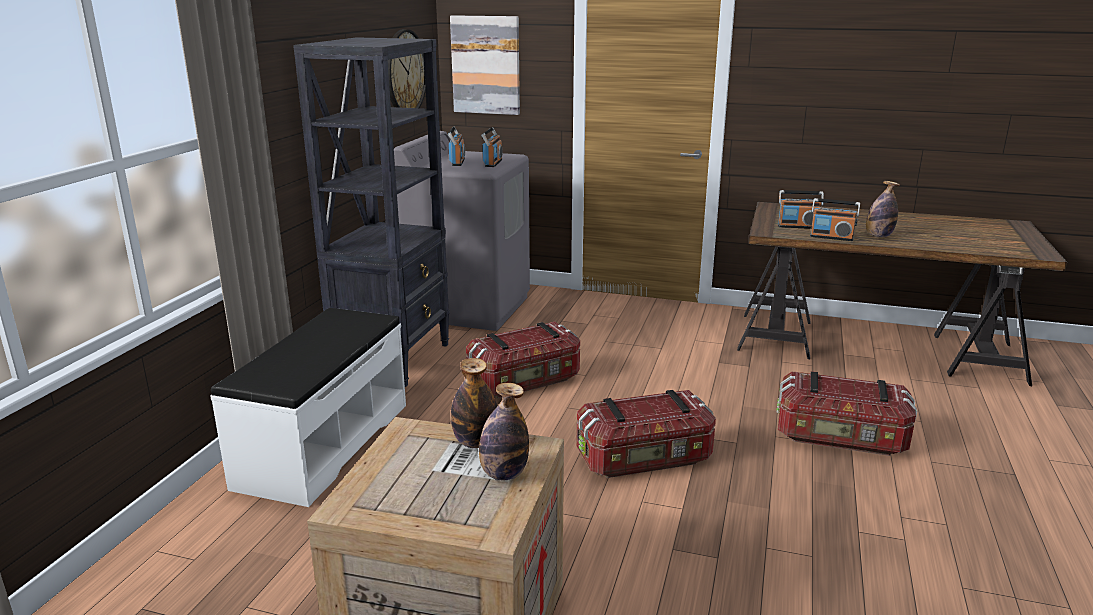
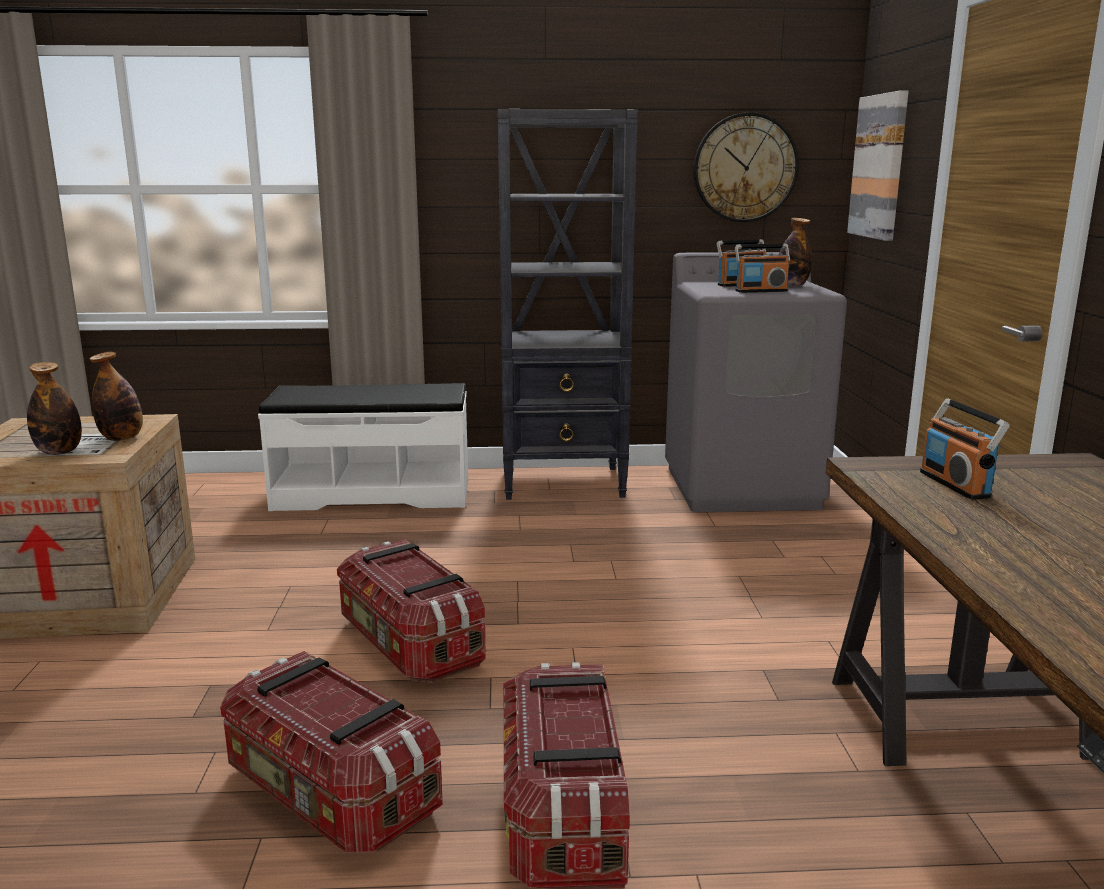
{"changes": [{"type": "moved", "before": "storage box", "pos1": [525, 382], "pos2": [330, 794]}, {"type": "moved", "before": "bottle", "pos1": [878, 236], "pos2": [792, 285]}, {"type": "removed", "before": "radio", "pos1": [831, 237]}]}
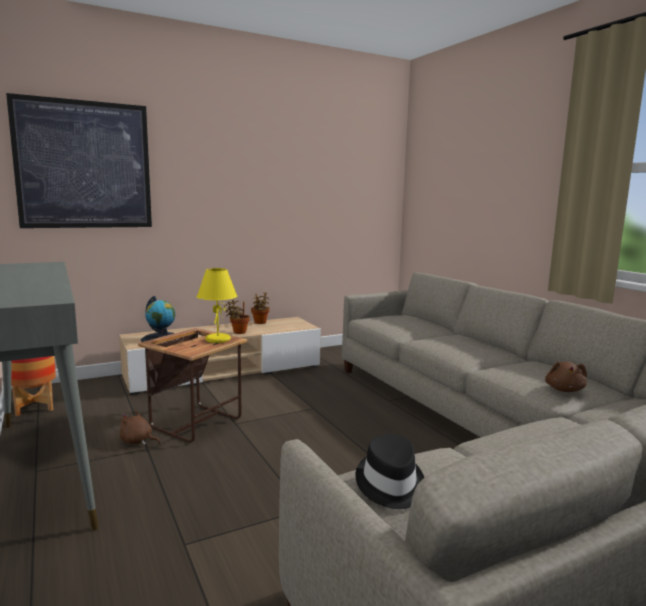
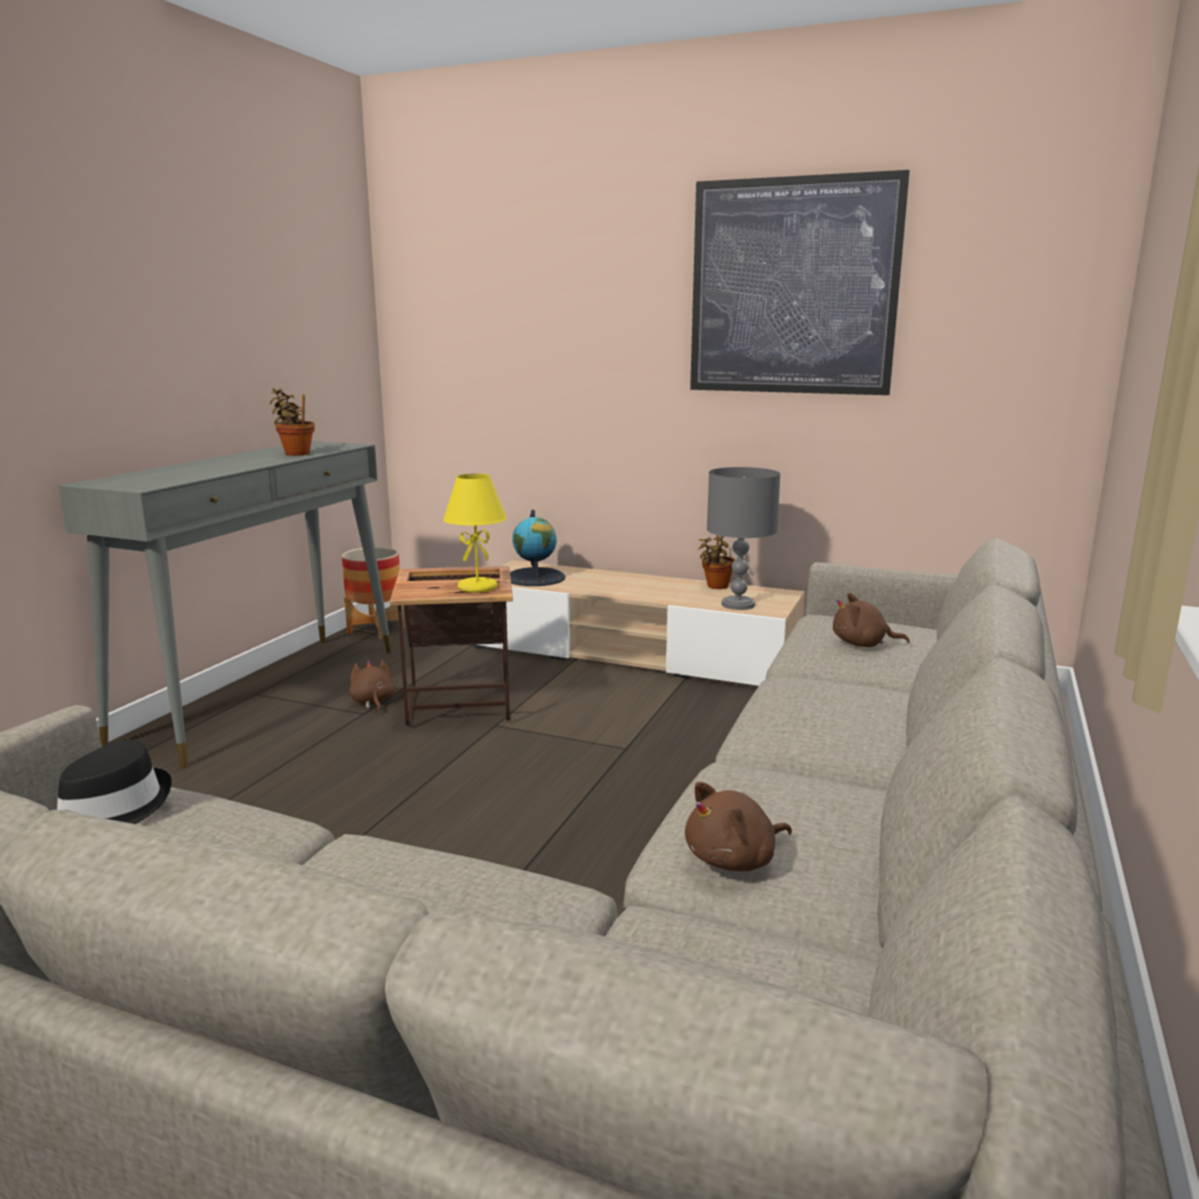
{"changes": [{"type": "moved", "before": "potted plant", "pos1": [238, 332], "pos2": [295, 453]}, {"type": "moved", "before": "picture", "pos1": [84, 165], "pos2": [792, 287]}, {"type": "added", "after": "table lamp/grey", "pos2": [738, 604]}, {"type": "added", "after": "plush toy/brown", "pos2": [863, 644]}]}
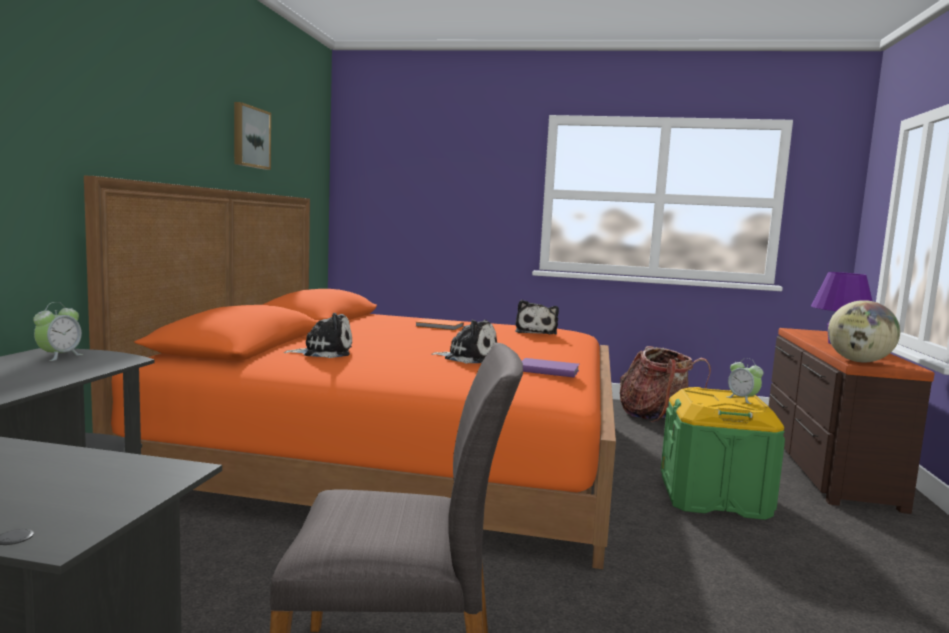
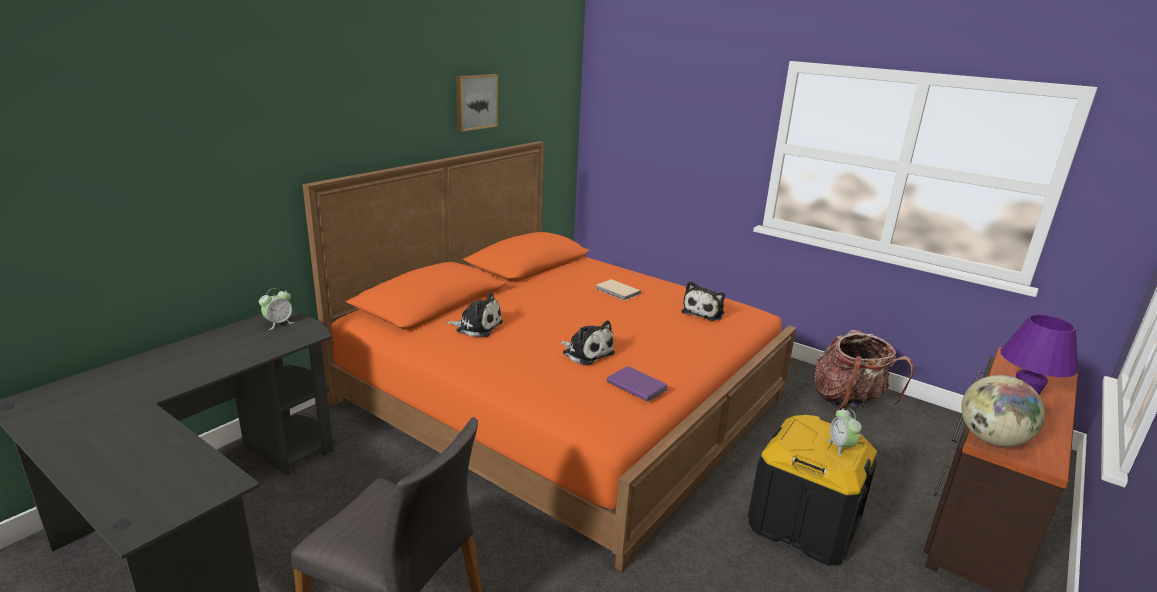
{"changes": [{"type": "recoloured", "before": "book/orange", "after": "book/beige", "pos1": [439, 326], "pos2": [617, 292]}, {"type": "recoloured", "before": "storage box/green", "after": "storage box/black", "pos1": [714, 497], "pos2": [803, 523]}]}
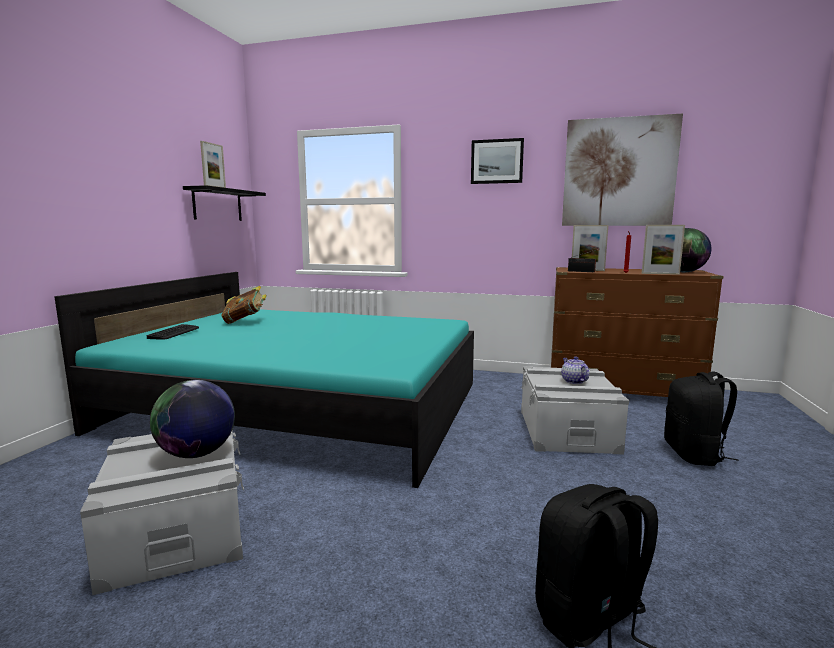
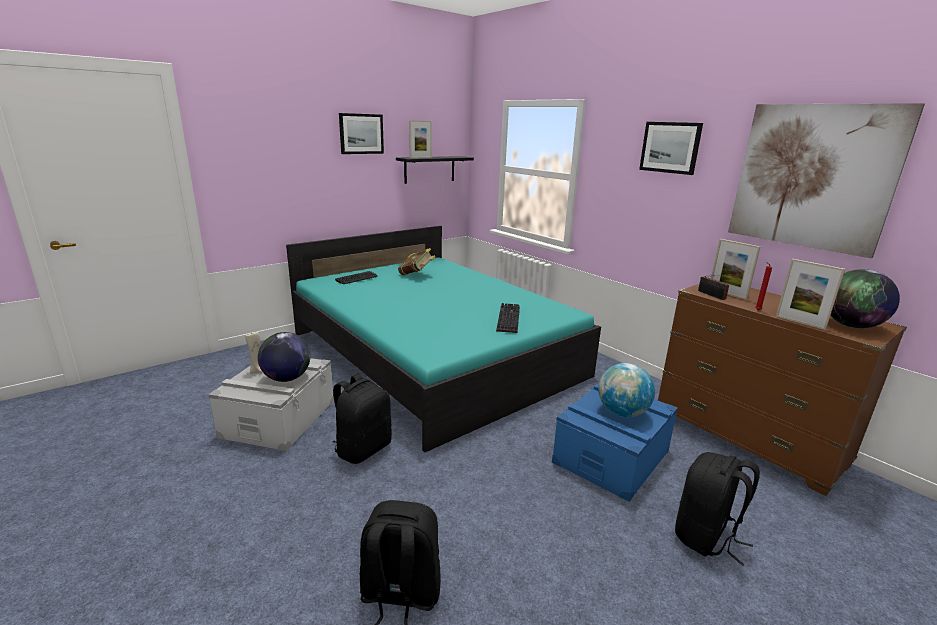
{"changes": [{"type": "added", "after": "candle/beige", "pos2": [257, 370]}, {"type": "added", "after": "backpack/black", "pos2": [363, 448]}, {"type": "added", "after": "picture", "pos2": [361, 134]}, {"type": "added", "after": "keyboard", "pos2": [507, 319]}, {"type": "recoloured", "before": "storage box/grey", "after": "storage box/blue", "pos1": [567, 430], "pos2": [611, 456]}, {"type": "replaced", "before": "teapot", "after": "globe", "pos1": [573, 381], "pos2": [622, 413]}]}
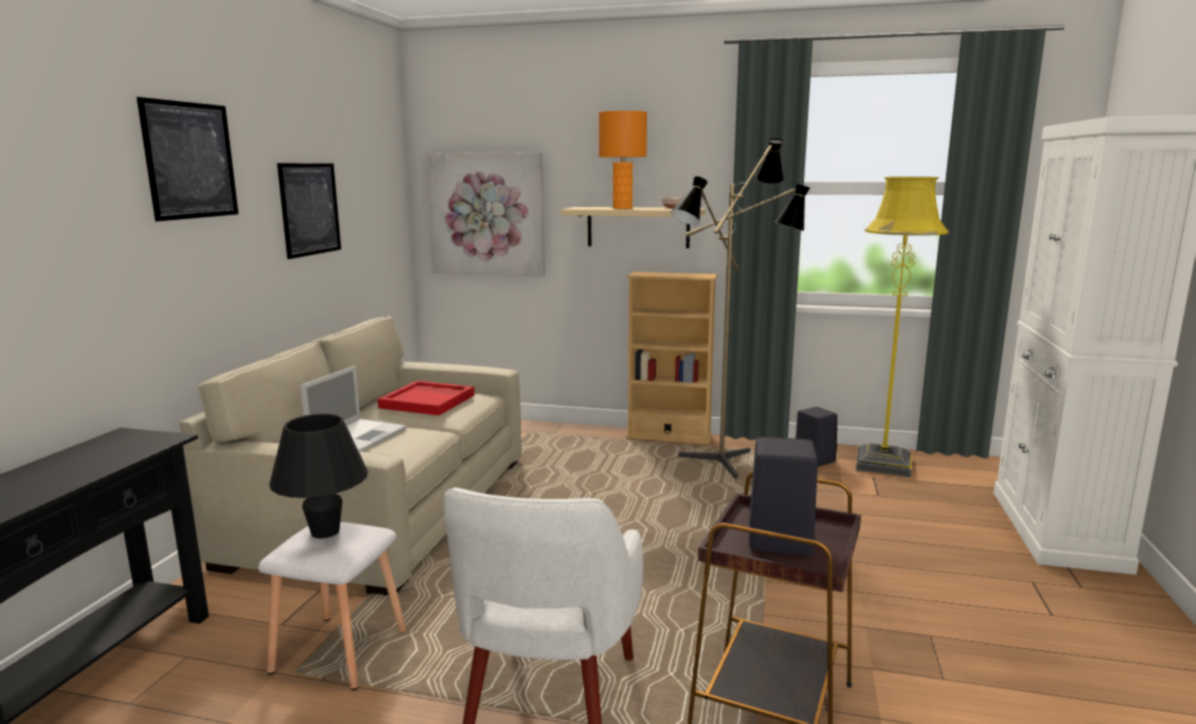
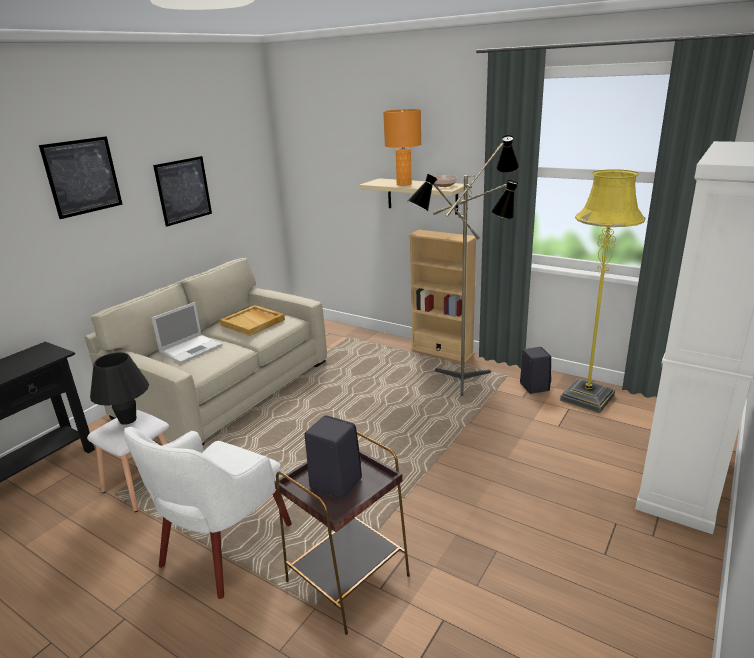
{"changes": [{"type": "recoloured", "before": "tray/red", "after": "tray/beige", "pos1": [428, 401], "pos2": [253, 322]}, {"type": "removed", "before": "picture", "pos1": [486, 214]}]}
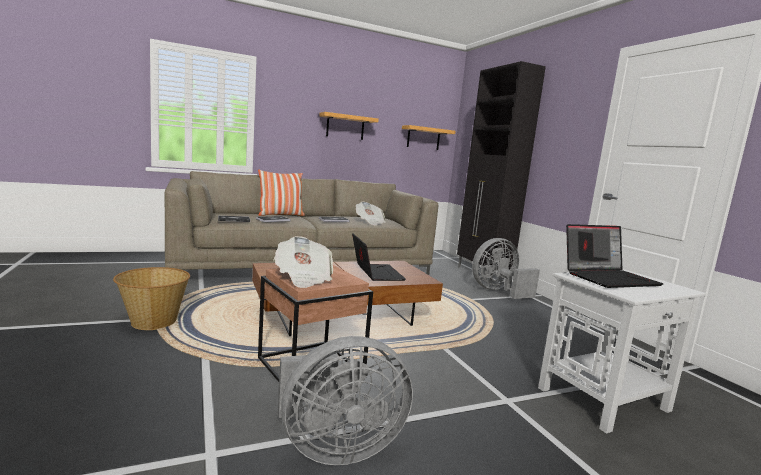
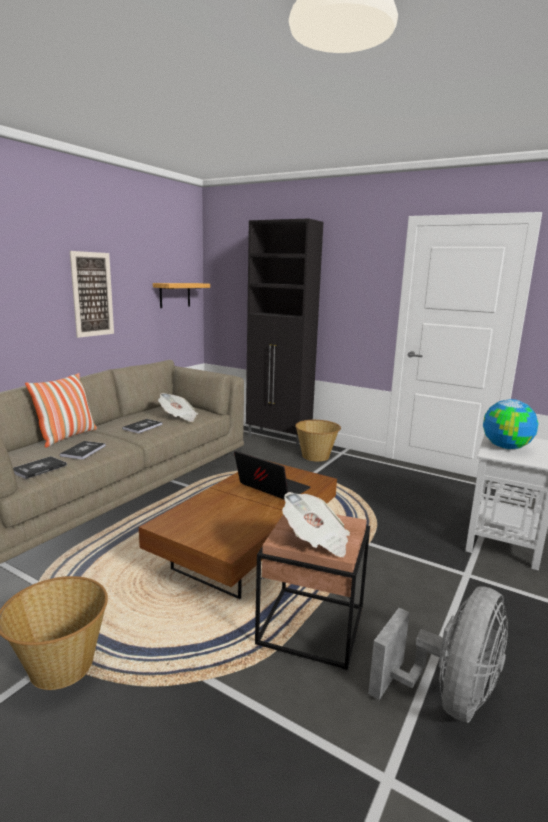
{"changes": [{"type": "replaced", "before": "shelf", "after": "picture", "pos1": [345, 127], "pos2": [92, 294]}, {"type": "replaced", "before": "fan/grey", "after": "basket", "pos1": [498, 291], "pos2": [316, 456]}, {"type": "replaced", "before": "laptop", "after": "globe", "pos1": [609, 278], "pos2": [505, 447]}]}
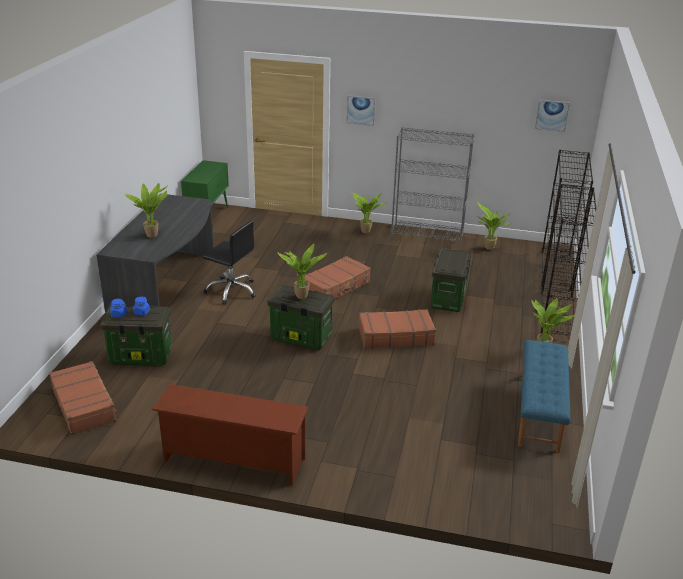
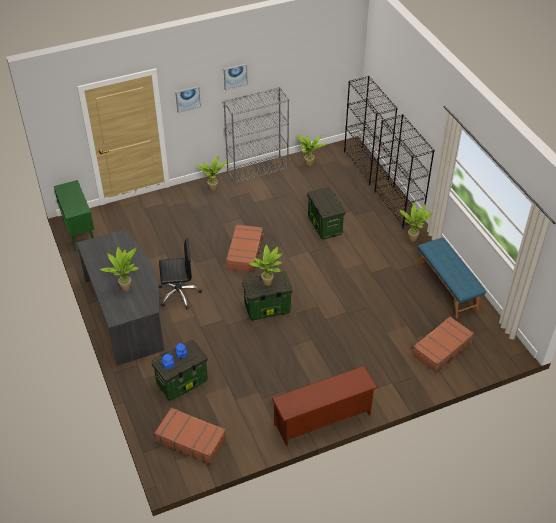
{"changes": [{"type": "moved", "before": "picture", "pos1": [552, 115], "pos2": [235, 76]}, {"type": "moved", "before": "suitcase/brown", "pos1": [395, 336], "pos2": [441, 348]}]}
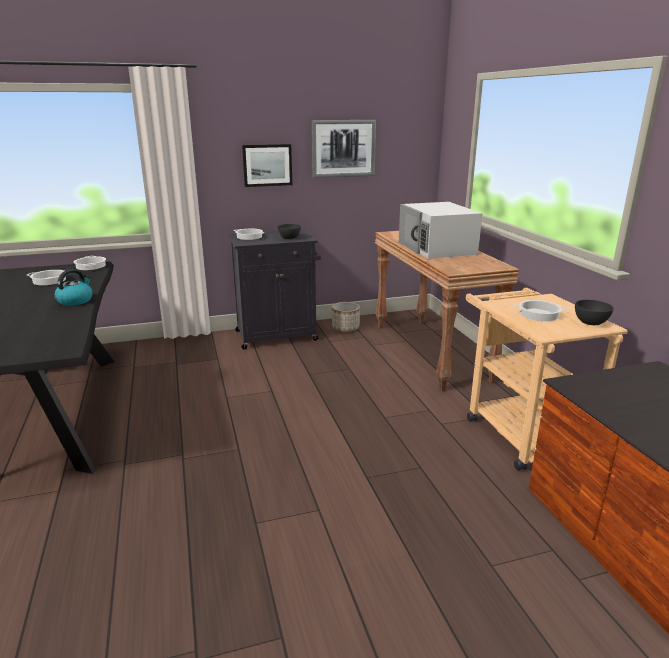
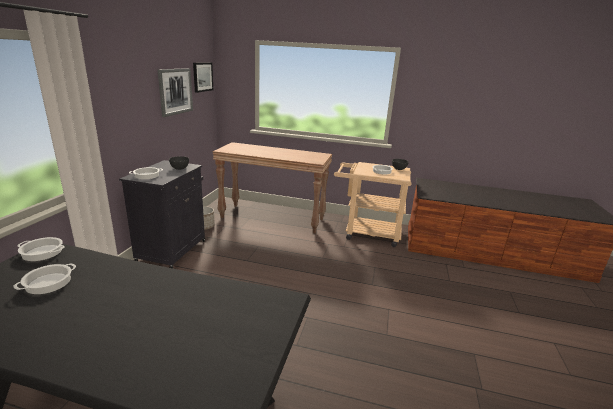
{"changes": [{"type": "moved", "before": "picture", "pos1": [267, 165], "pos2": [202, 77]}, {"type": "removed", "before": "kettle", "pos1": [75, 301]}, {"type": "removed", "before": "microwave/white", "pos1": [437, 248]}]}
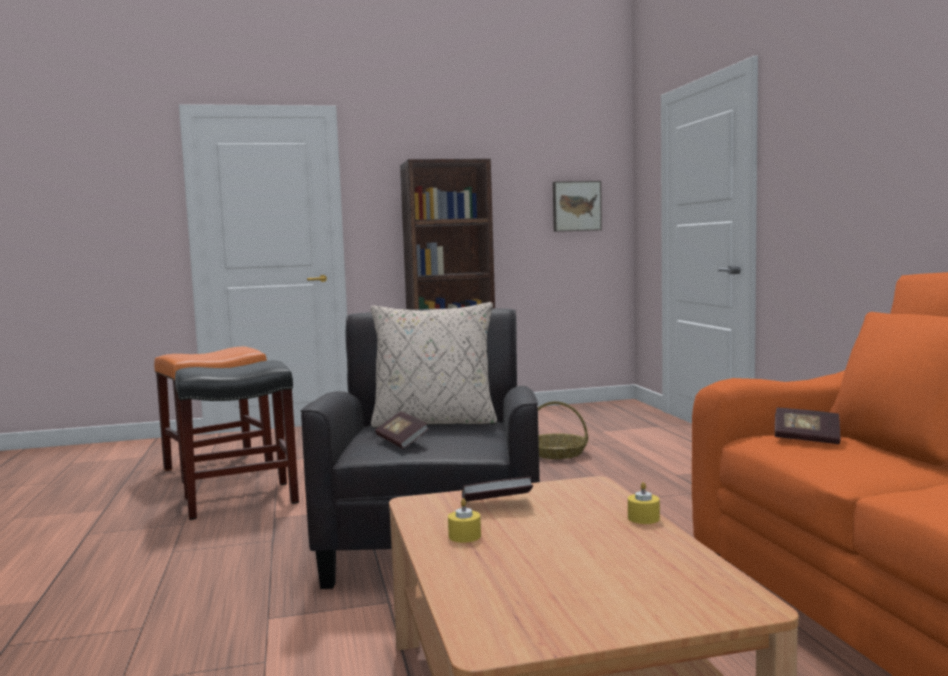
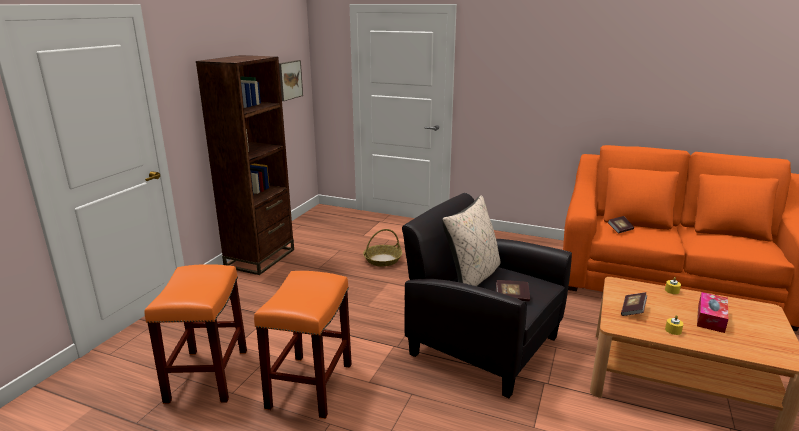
{"changes": [{"type": "recoloured", "before": "stool/black", "after": "stool/orange", "pos1": [239, 500], "pos2": [310, 386]}, {"type": "added", "after": "tissue box", "pos2": [710, 318]}]}
